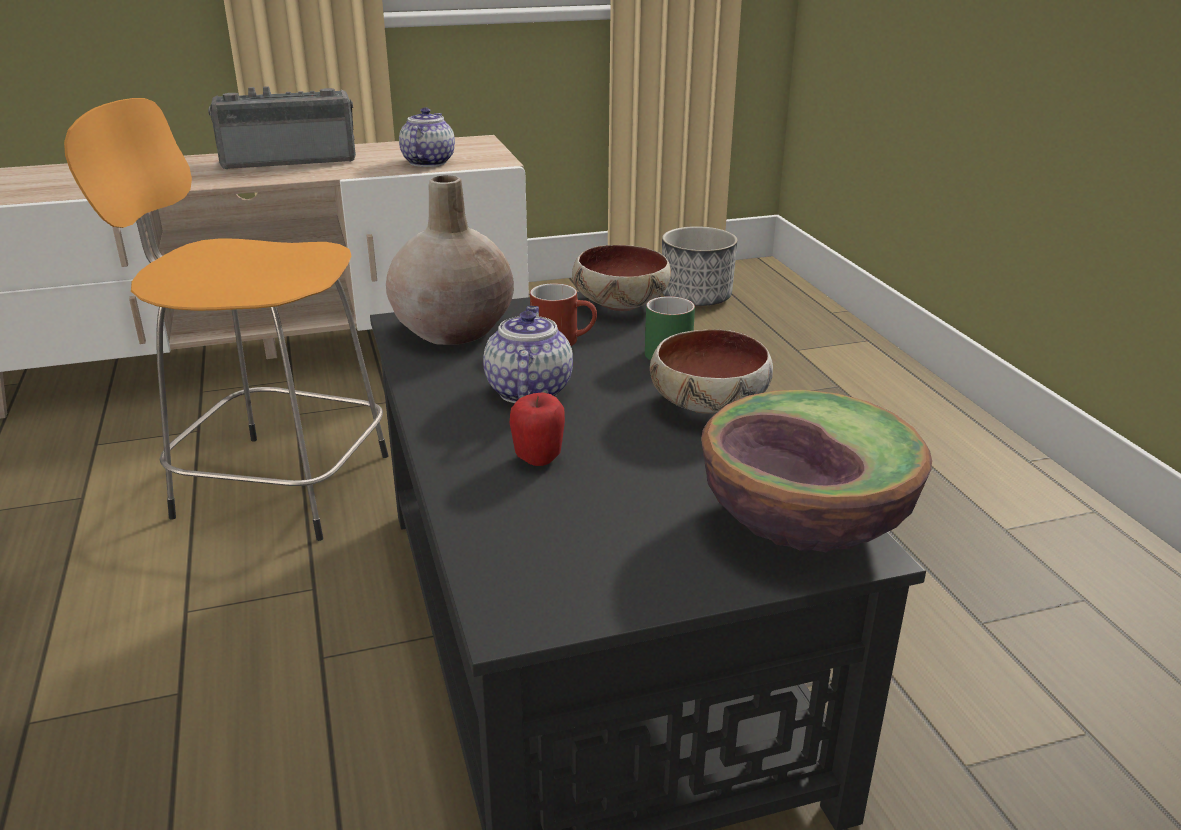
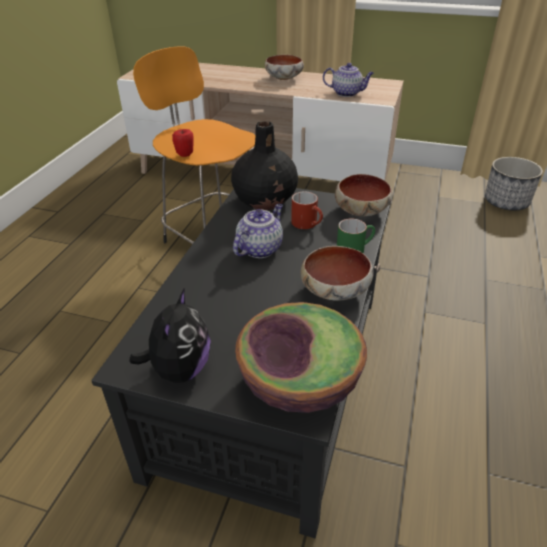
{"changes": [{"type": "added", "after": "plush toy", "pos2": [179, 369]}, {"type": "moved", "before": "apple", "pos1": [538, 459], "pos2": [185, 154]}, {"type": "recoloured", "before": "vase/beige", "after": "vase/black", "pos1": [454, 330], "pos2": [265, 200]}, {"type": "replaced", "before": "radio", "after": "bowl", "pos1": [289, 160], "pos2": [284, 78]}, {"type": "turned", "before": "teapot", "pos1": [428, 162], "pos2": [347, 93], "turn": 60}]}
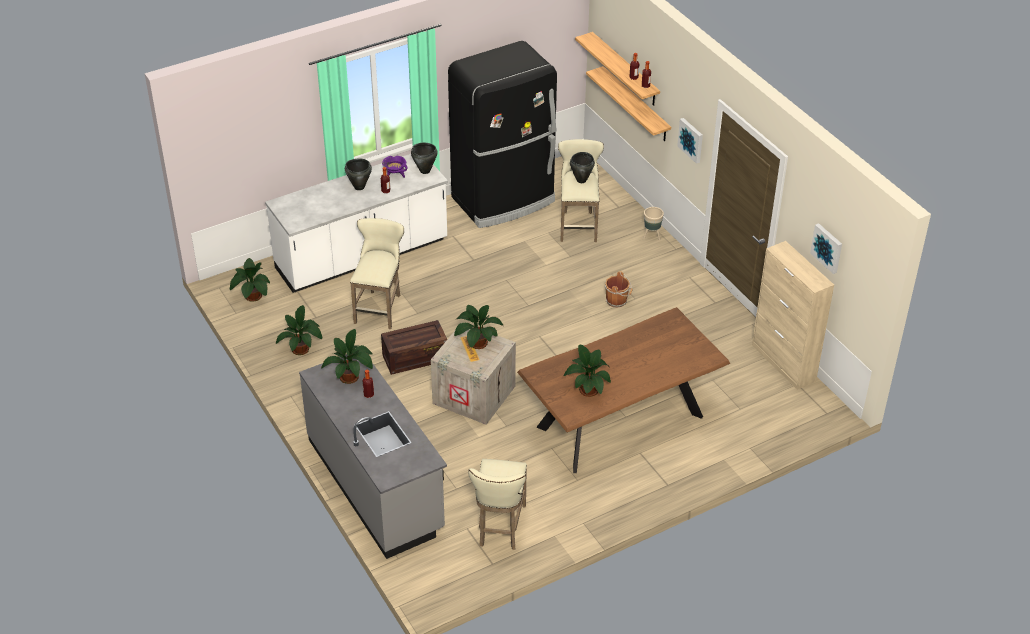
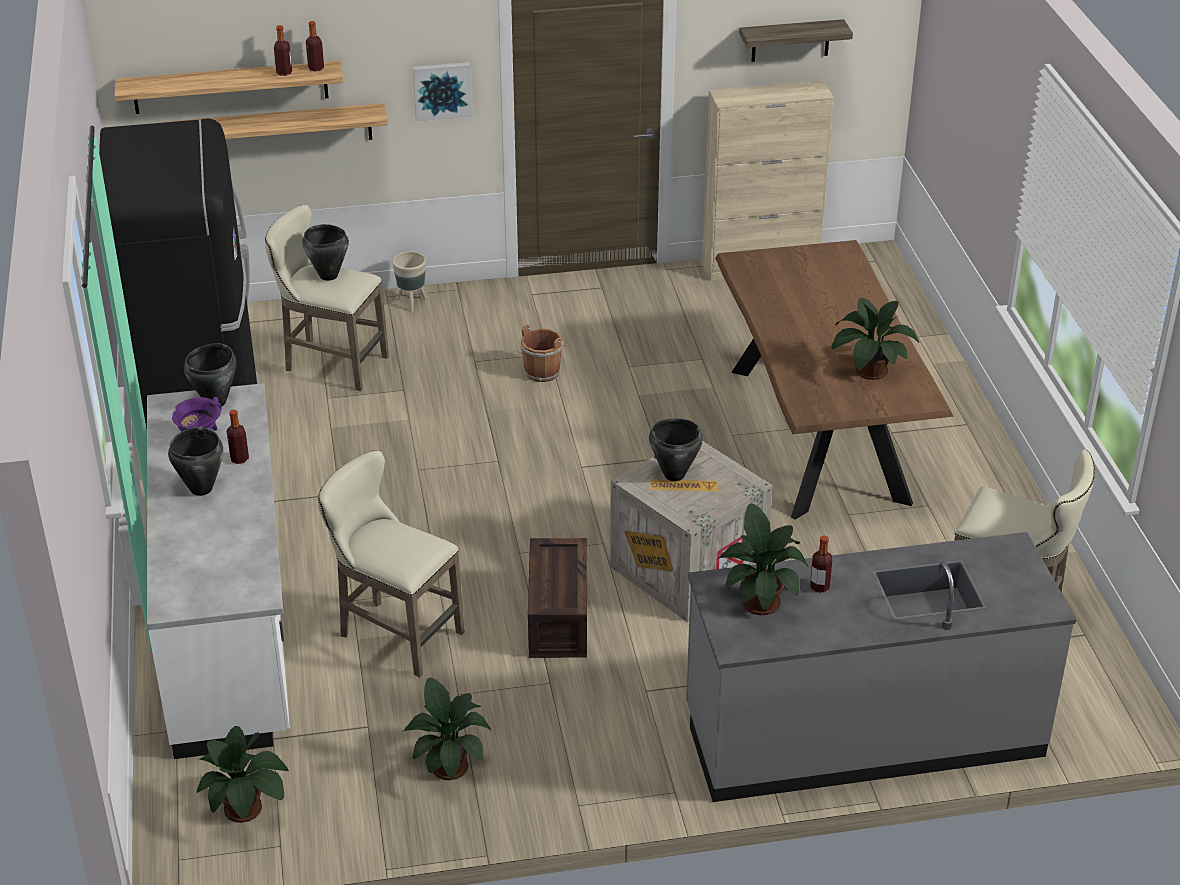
{"changes": [{"type": "replaced", "before": "potted plant", "after": "cooking pot/black", "pos1": [476, 343], "pos2": [673, 474]}, {"type": "replaced", "before": "picture", "after": "shelf", "pos1": [827, 247], "pos2": [790, 40]}]}
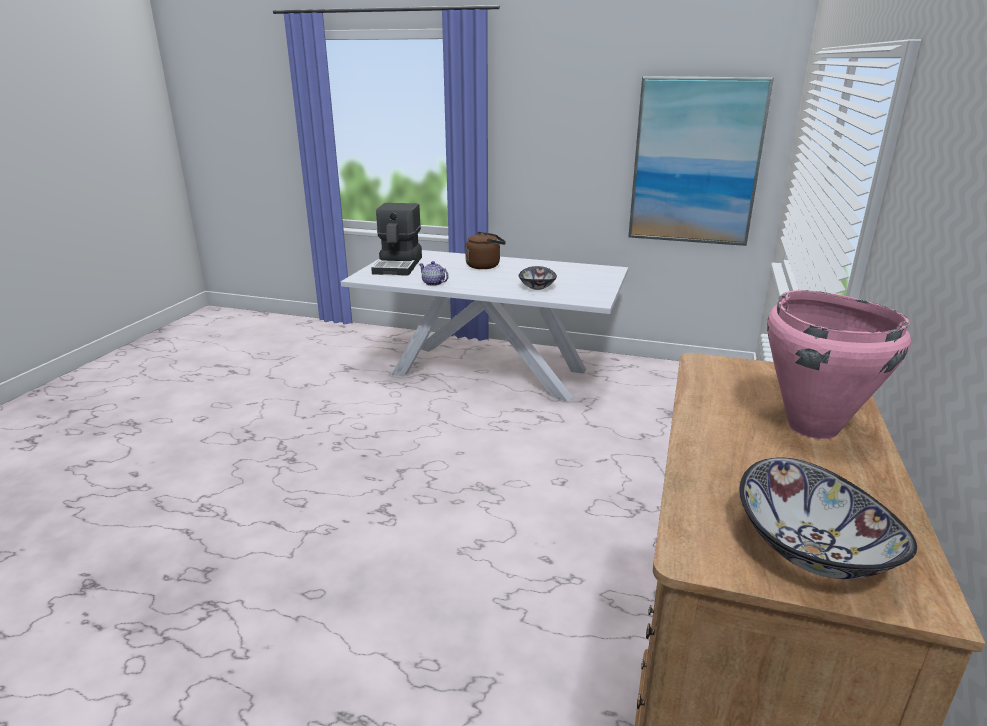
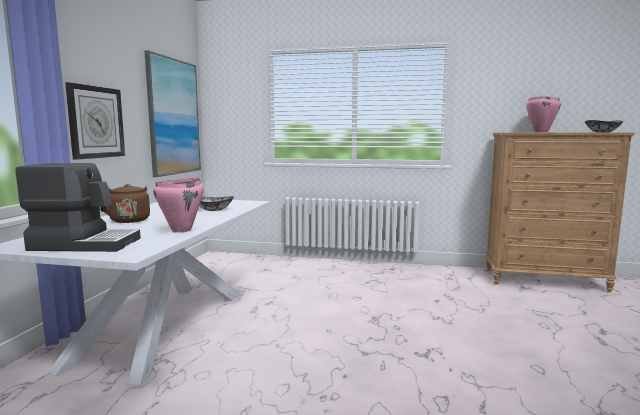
{"changes": [{"type": "added", "after": "wall clock", "pos2": [96, 122]}, {"type": "replaced", "before": "teapot", "after": "cooking pot/pink", "pos1": [433, 283], "pos2": [182, 230]}]}
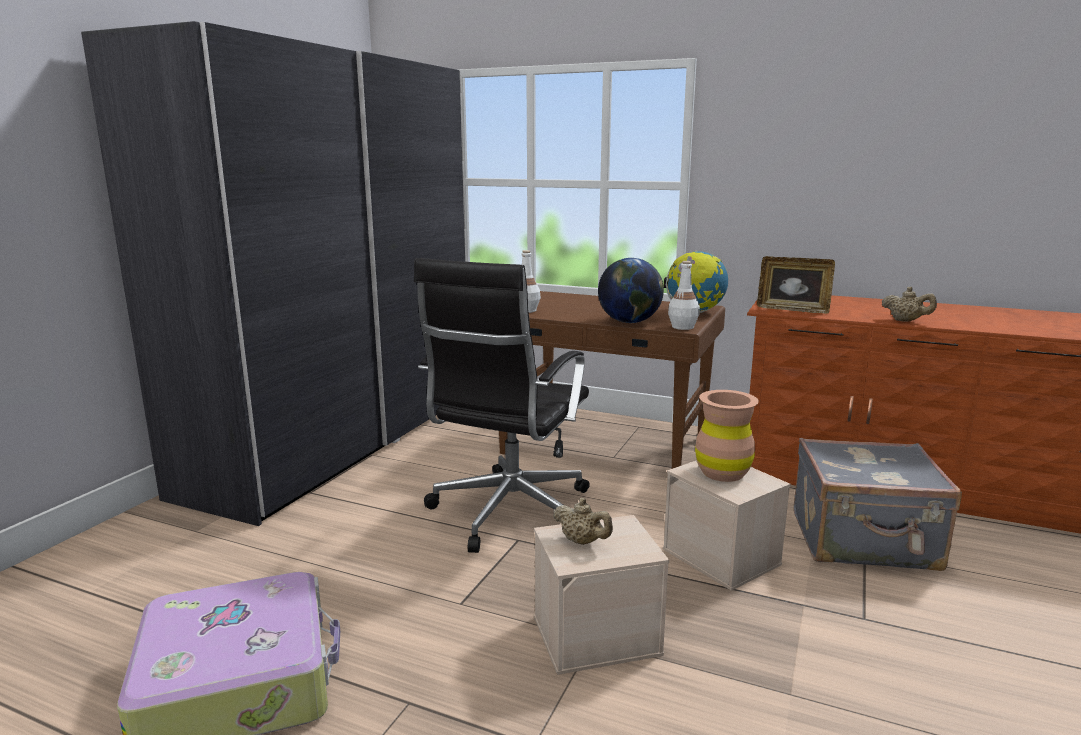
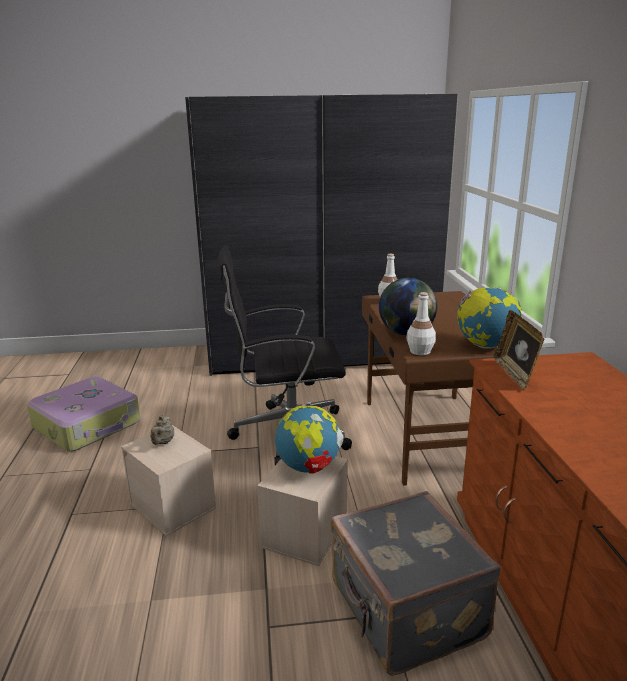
{"changes": [{"type": "replaced", "before": "vase/brown", "after": "globe", "pos1": [723, 473], "pos2": [309, 468]}, {"type": "removed", "before": "teapot/beige", "pos1": [906, 321]}]}
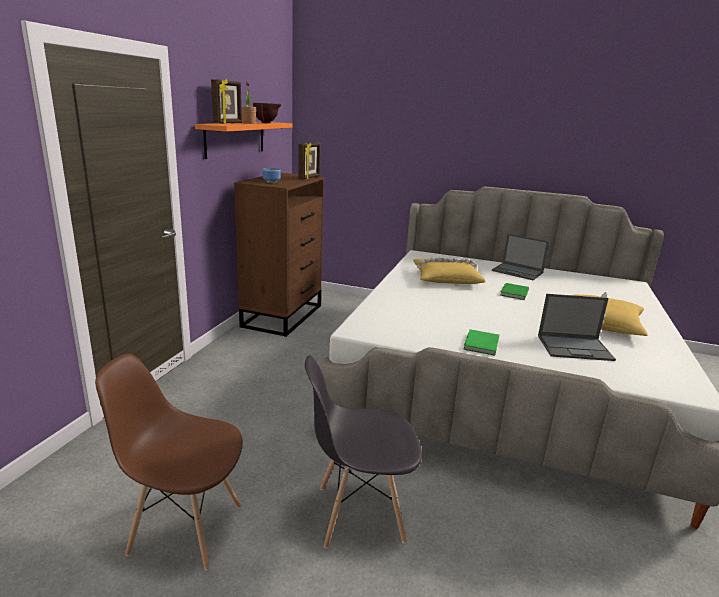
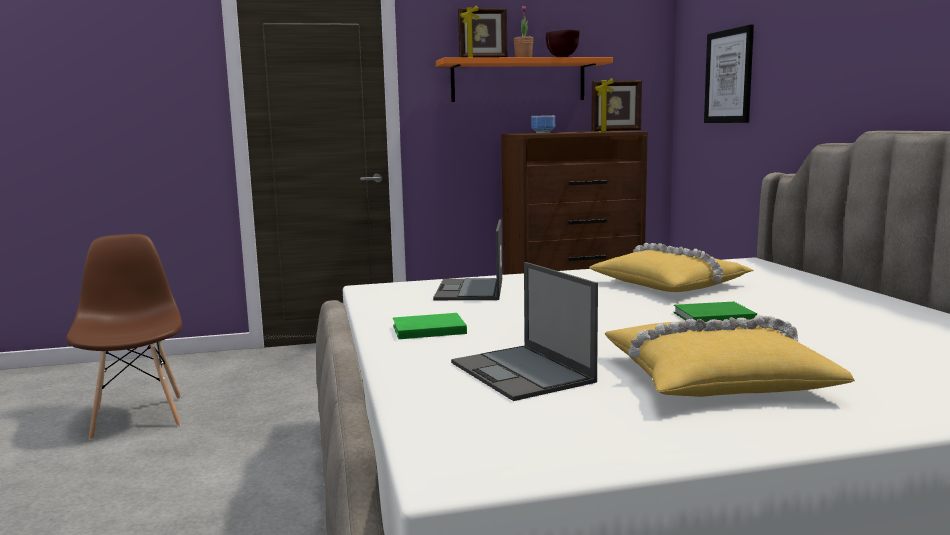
{"changes": [{"type": "moved", "before": "laptop", "pos1": [518, 272], "pos2": [470, 290]}, {"type": "added", "after": "picture", "pos2": [729, 76]}, {"type": "removed", "before": "chair/grey", "pos1": [358, 514]}]}
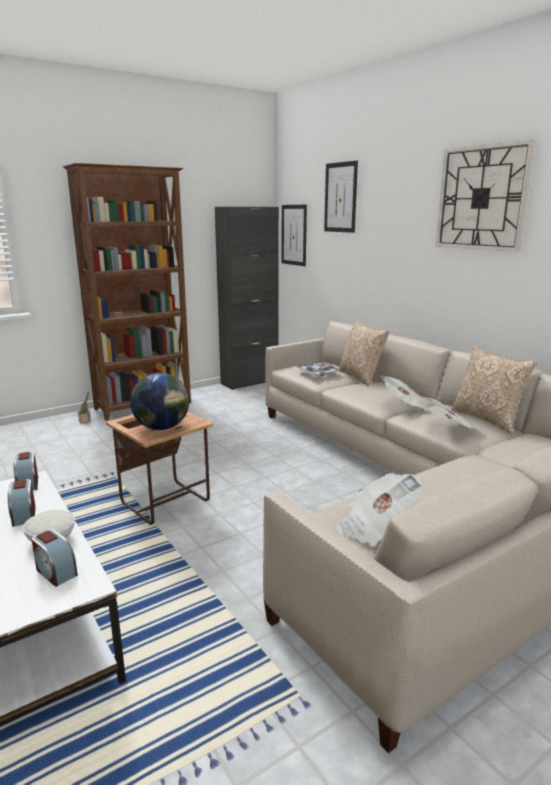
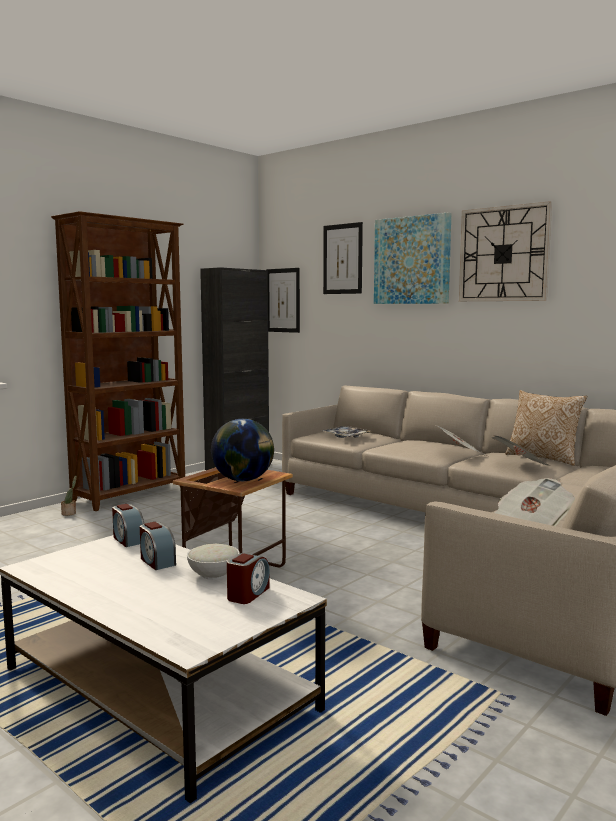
{"changes": [{"type": "turned", "before": "alarm clock", "pos1": [55, 572], "pos2": [248, 594], "turn": -90}, {"type": "added", "after": "picture", "pos2": [412, 260]}, {"type": "removed", "before": "pillow", "pos1": [361, 377]}]}
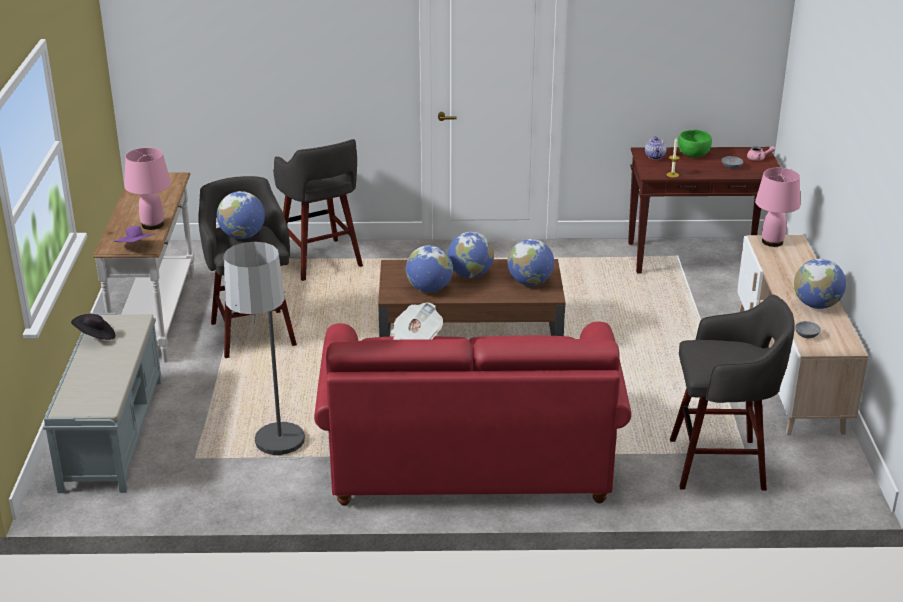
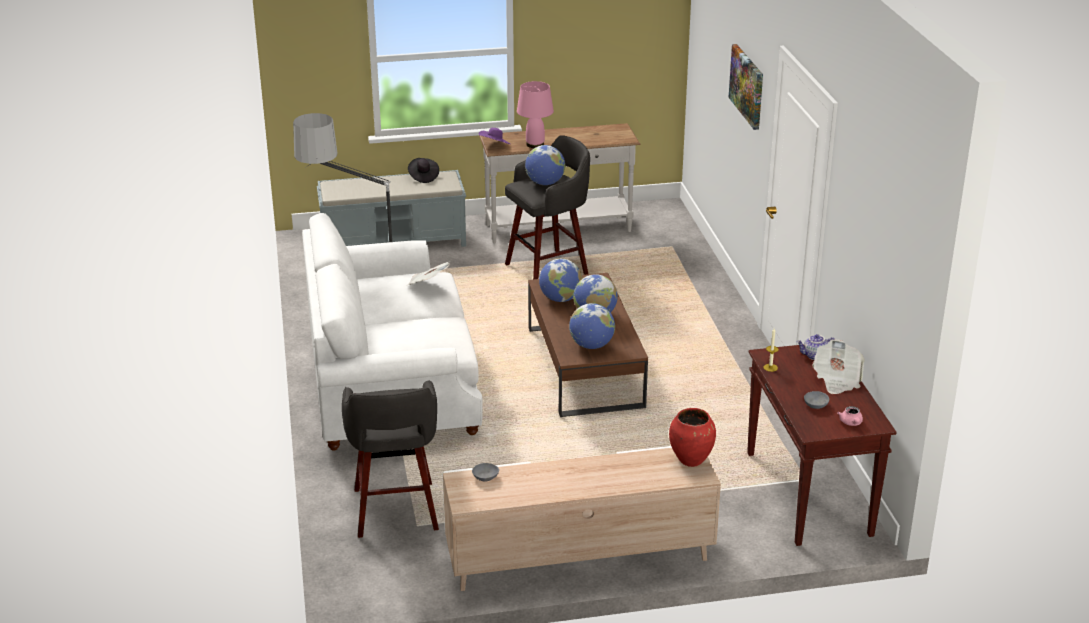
{"changes": [{"type": "recoloured", "before": "sofa/red", "after": "sofa/white", "pos1": [468, 454], "pos2": [391, 382]}, {"type": "replaced", "before": "table lamp/pink", "after": "vase/red", "pos1": [772, 241], "pos2": [691, 460]}, {"type": "added", "after": "picture", "pos2": [747, 86]}, {"type": "replaced", "before": "bowl/green", "after": "newspaper", "pos1": [693, 154], "pos2": [837, 380]}, {"type": "removed", "before": "stool/grey", "pos1": [321, 261]}, {"type": "removed", "before": "globe", "pos1": [816, 305]}]}
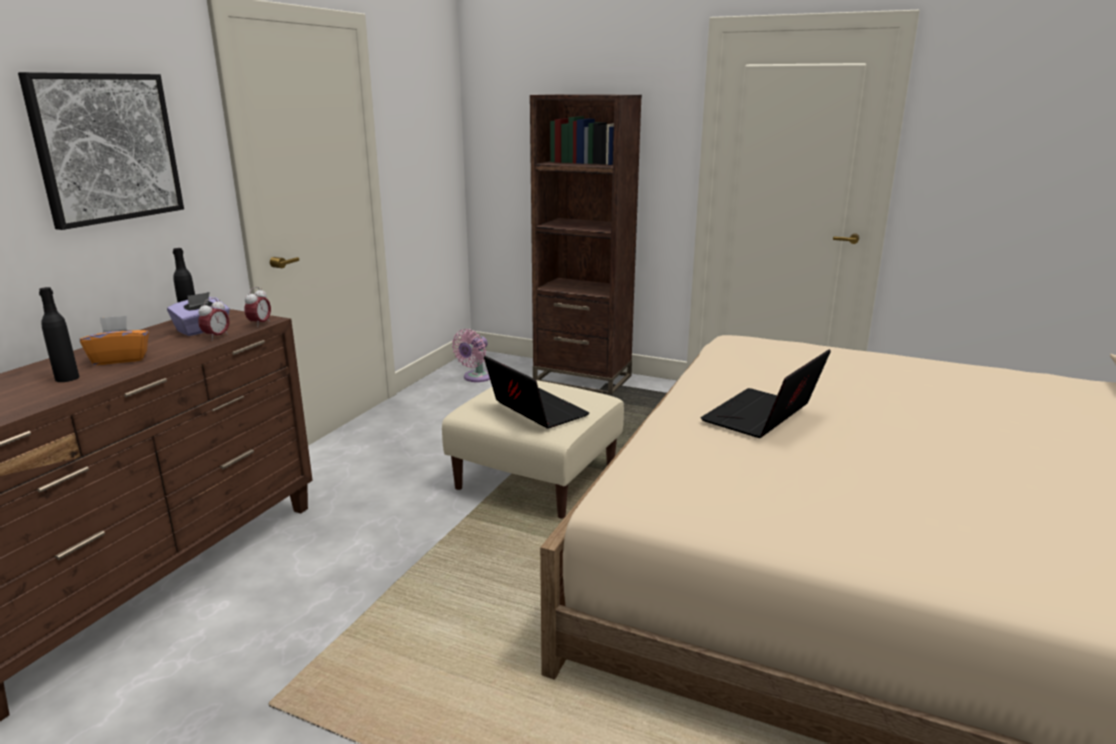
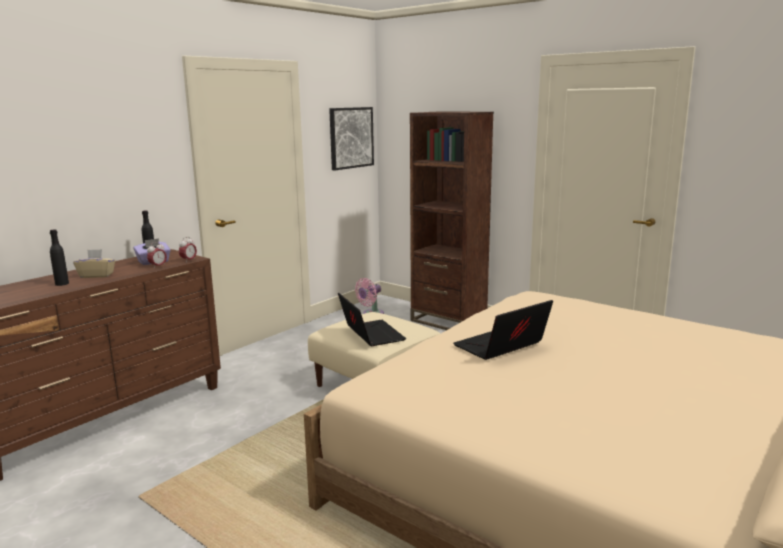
{"changes": [{"type": "recoloured", "before": "tissue box/orange", "after": "tissue box/beige", "pos1": [120, 359], "pos2": [97, 275]}, {"type": "moved", "before": "picture", "pos1": [106, 148], "pos2": [351, 137]}]}
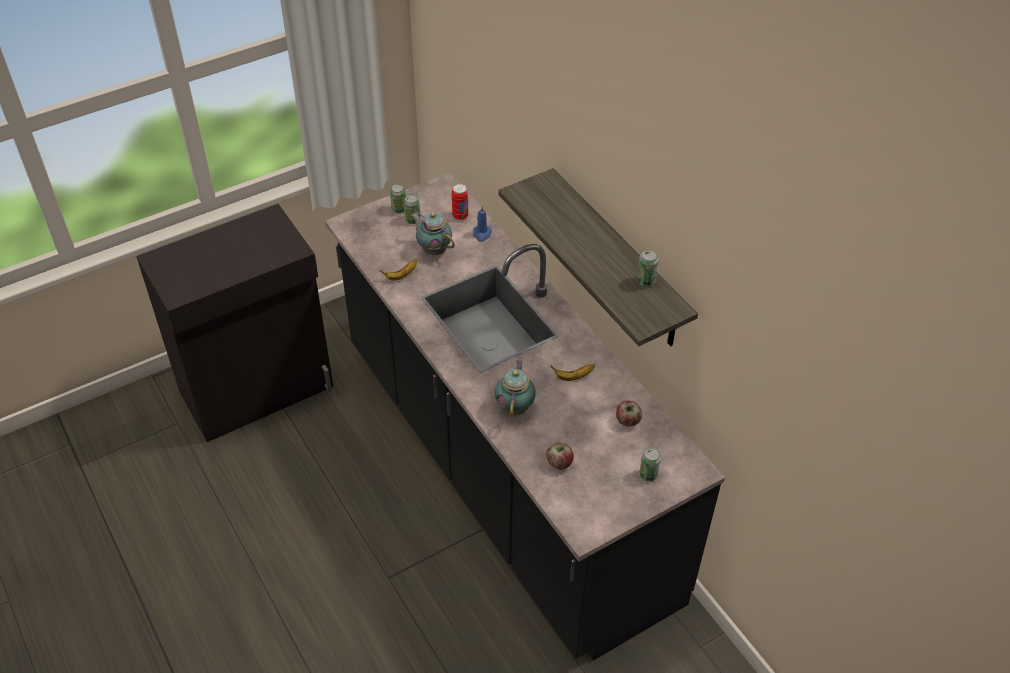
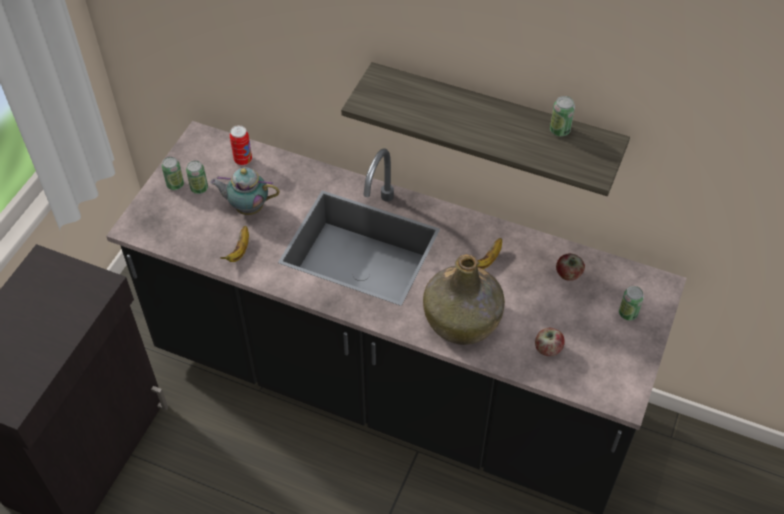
{"changes": [{"type": "replaced", "before": "teapot", "after": "bottle/green", "pos1": [515, 406], "pos2": [463, 319]}, {"type": "removed", "before": "candle/blue", "pos1": [482, 234]}]}
